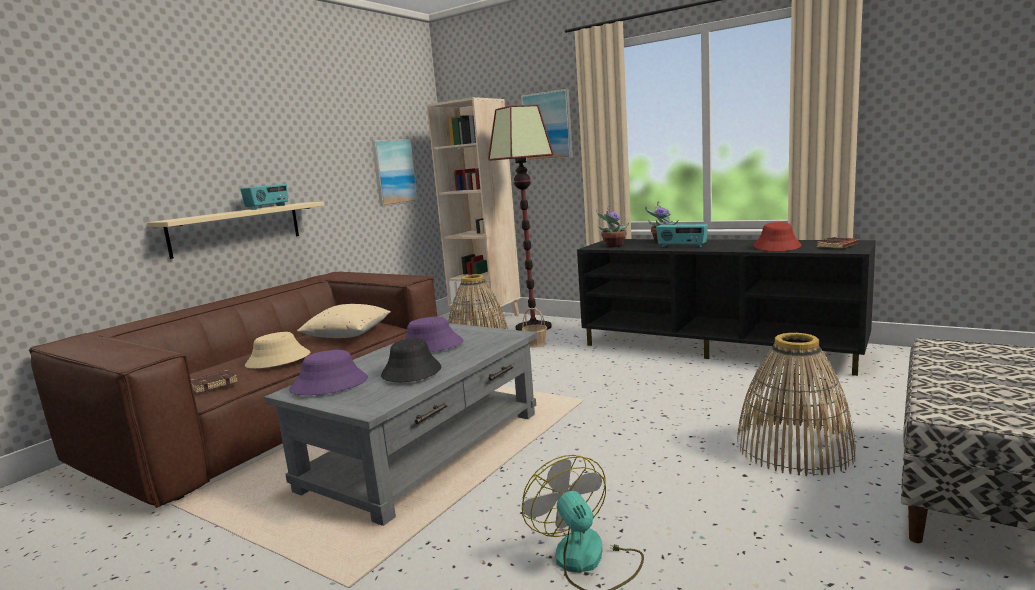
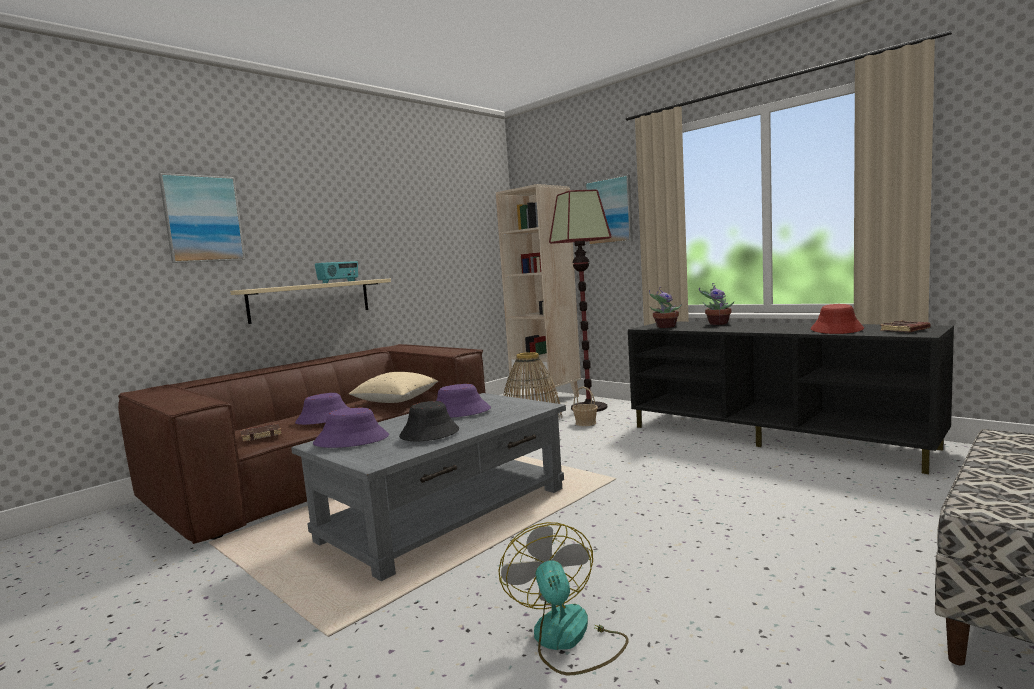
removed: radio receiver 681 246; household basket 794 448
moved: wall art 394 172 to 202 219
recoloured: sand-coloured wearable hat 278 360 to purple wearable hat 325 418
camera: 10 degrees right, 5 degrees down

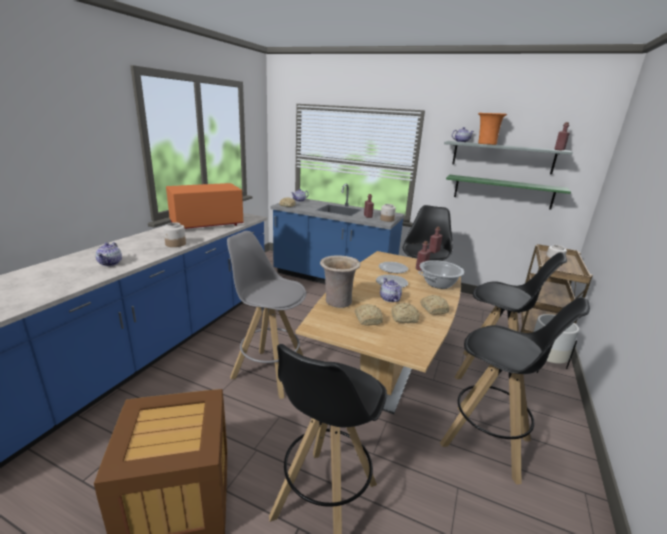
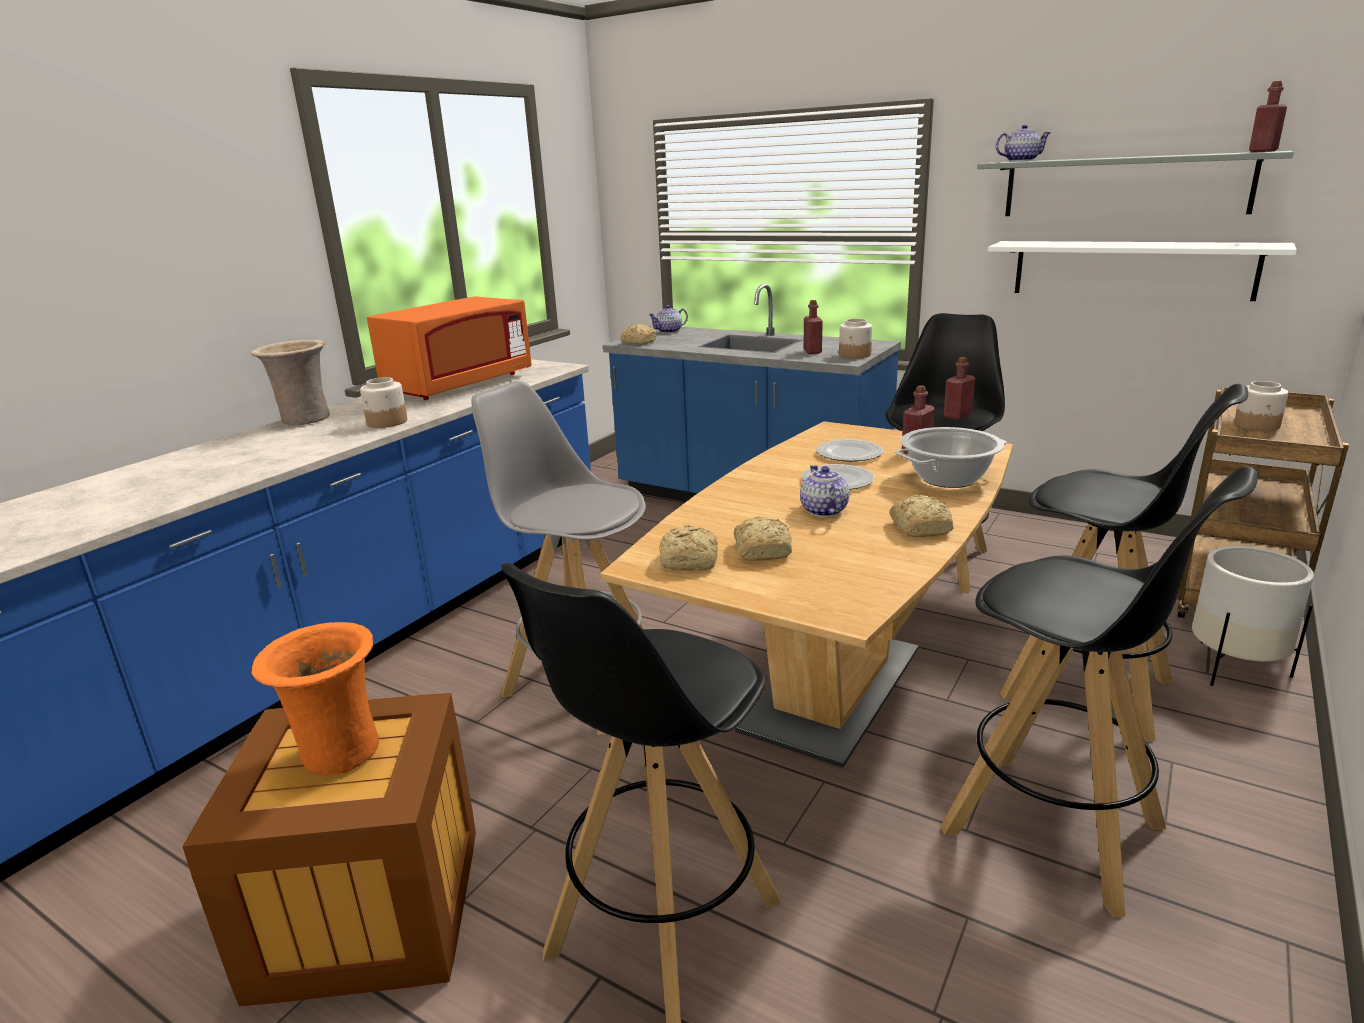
removed: pot for tea 110 263
moved: sand-coloured vase 337 302 to 303 420; orange-coloured vase 486 144 to 337 753; baked bread 405 318 to 691 561
recoloured: greenish bracket shelf 502 191 to white bracket shelf 1131 269
turned: orange-coloured microwave oven 207 224 = 459 385 150 degrees clockwise
camera: 10 degrees right, 0 degrees up

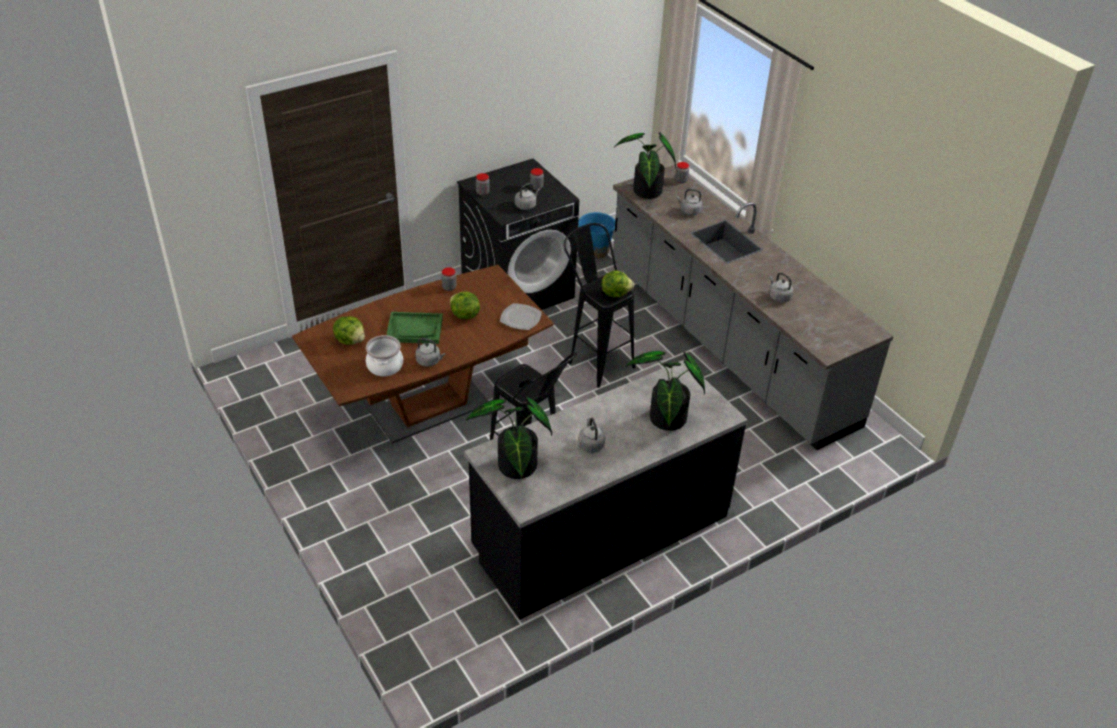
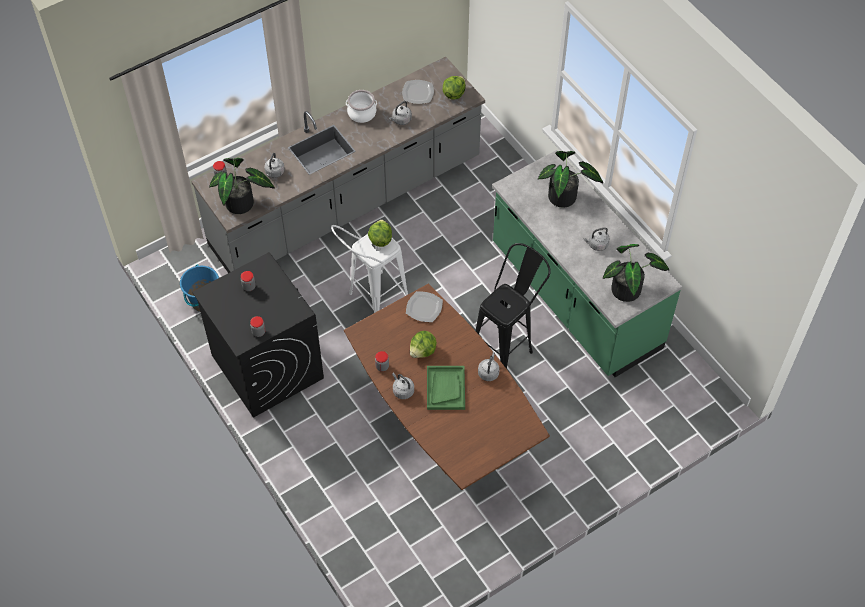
added: dinner plate 417 93
moved: stockpot 385 366 to 362 113; gray kettle 526 205 to 402 390; head of lettuce 350 340 to 454 94
recoloured: blackish stool seat 595 360 to white stool seat 372 301; blackish kitchen base unit 600 533 to greenish kitchen base unit 574 297
camera: 90 degrees left, 15 degrees up

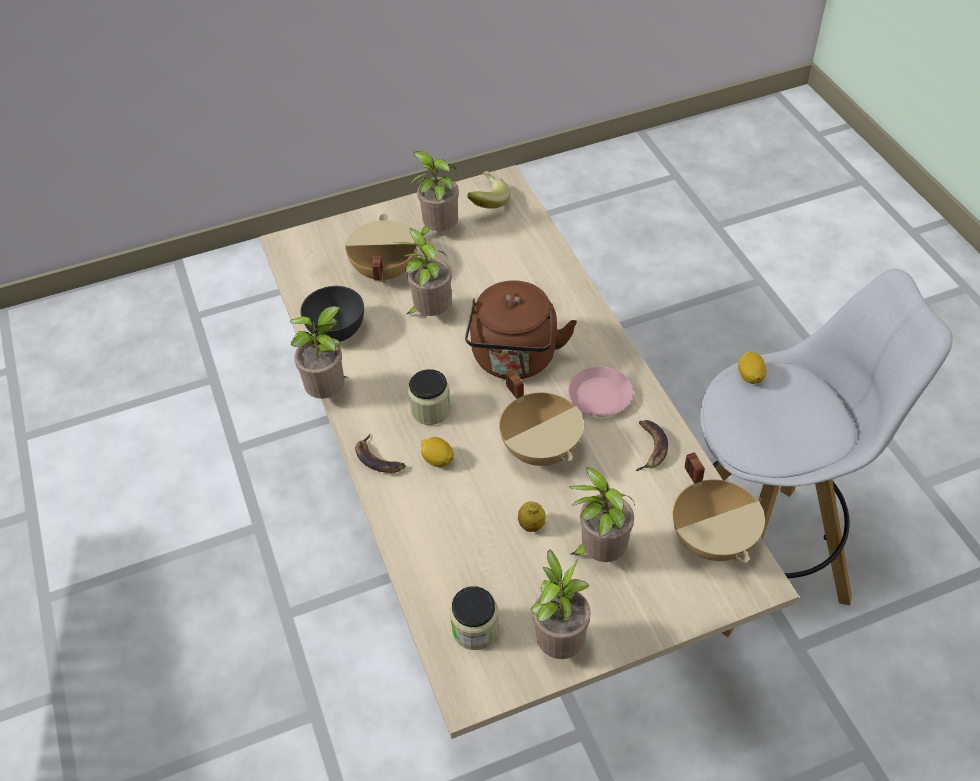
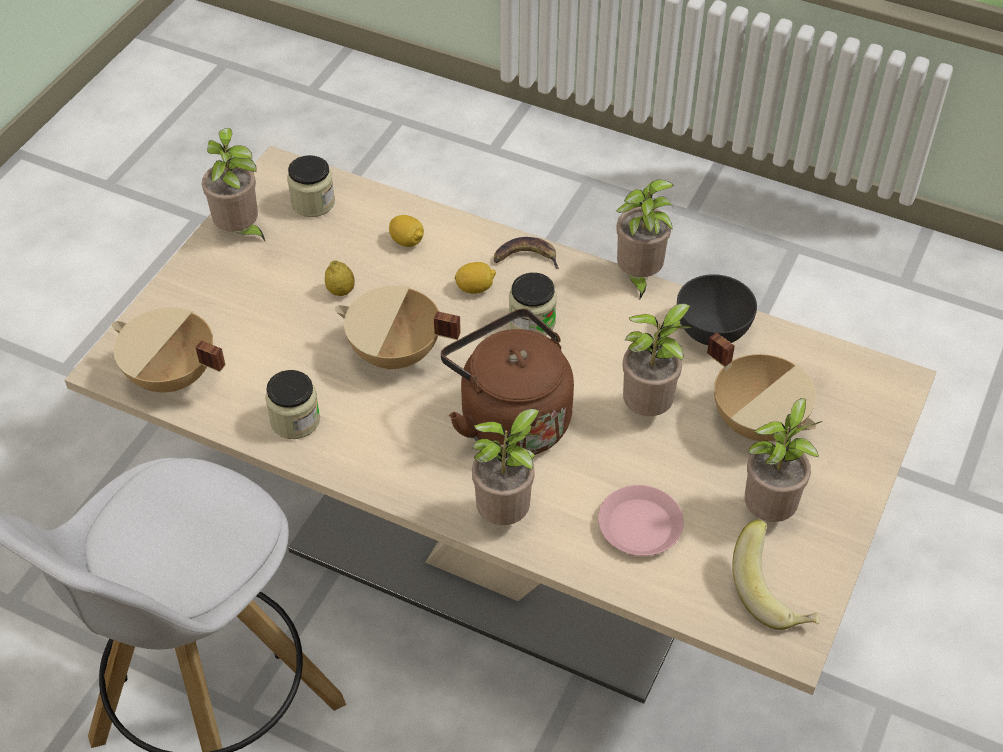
moved: citrus fruit 750 376 to 407 241; potted plant 600 553 to 506 514; pink dinner plate 600 396 to 639 525
replaced: whole banana 650 447 to jar 295 420
camera: 135 degrees right, 0 degrees up

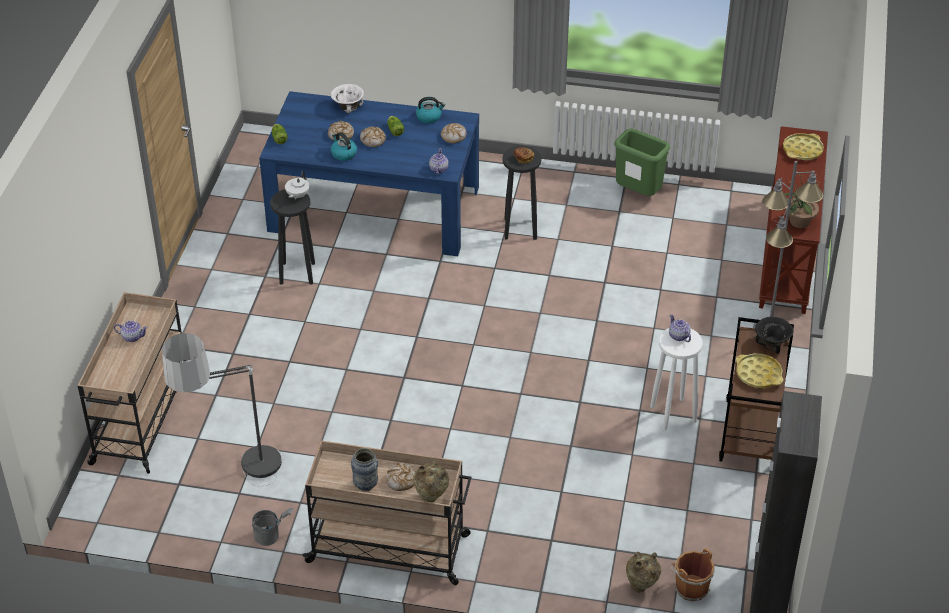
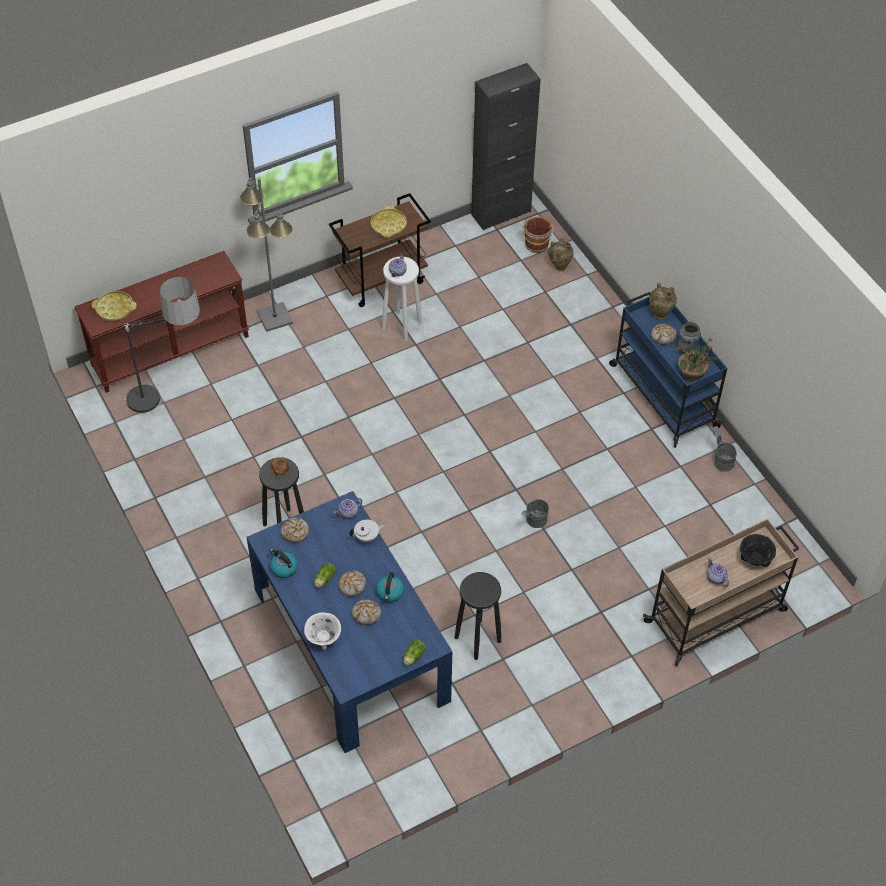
removed: greenish trash can 638 194
added: gray bucket 534 522
moved: standing lamp 236 482 to 170 402; white pot for tea 297 195 to 367 537; potted plant 799 222 to 692 374; blackish bowl 772 344 to 755 558
recoloured: sand-coloured trolley 390 549 to blue trolley 662 395
camera: 130 degrees left, 10 degrees up

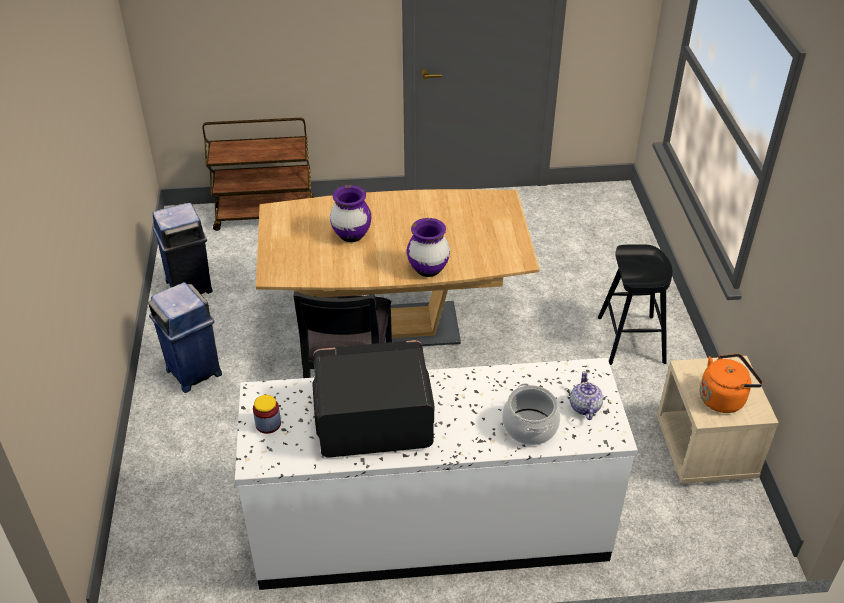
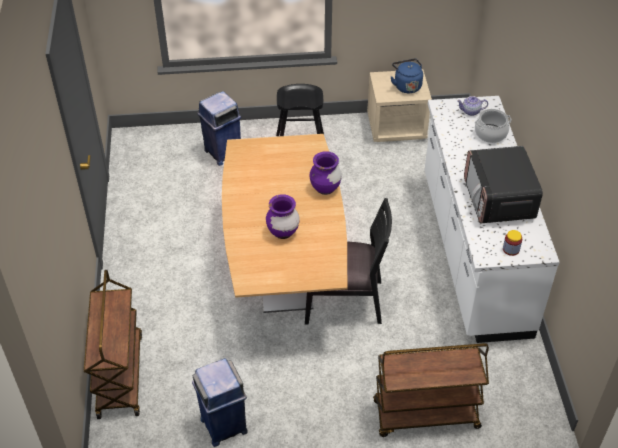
added: brownish trolley 425 415
moved: blue trash can 193 371 to 222 152
recoloured: orange-coloured kettle 724 398 to blue kettle 406 85
camera: 90 degrees left, 5 degrees up

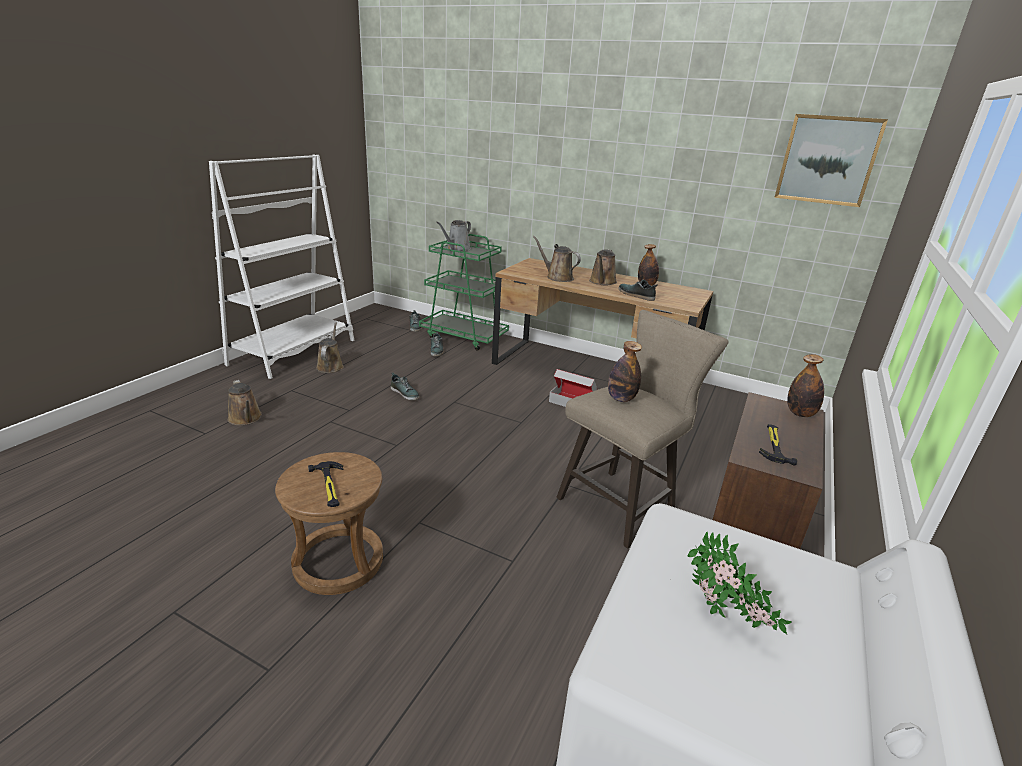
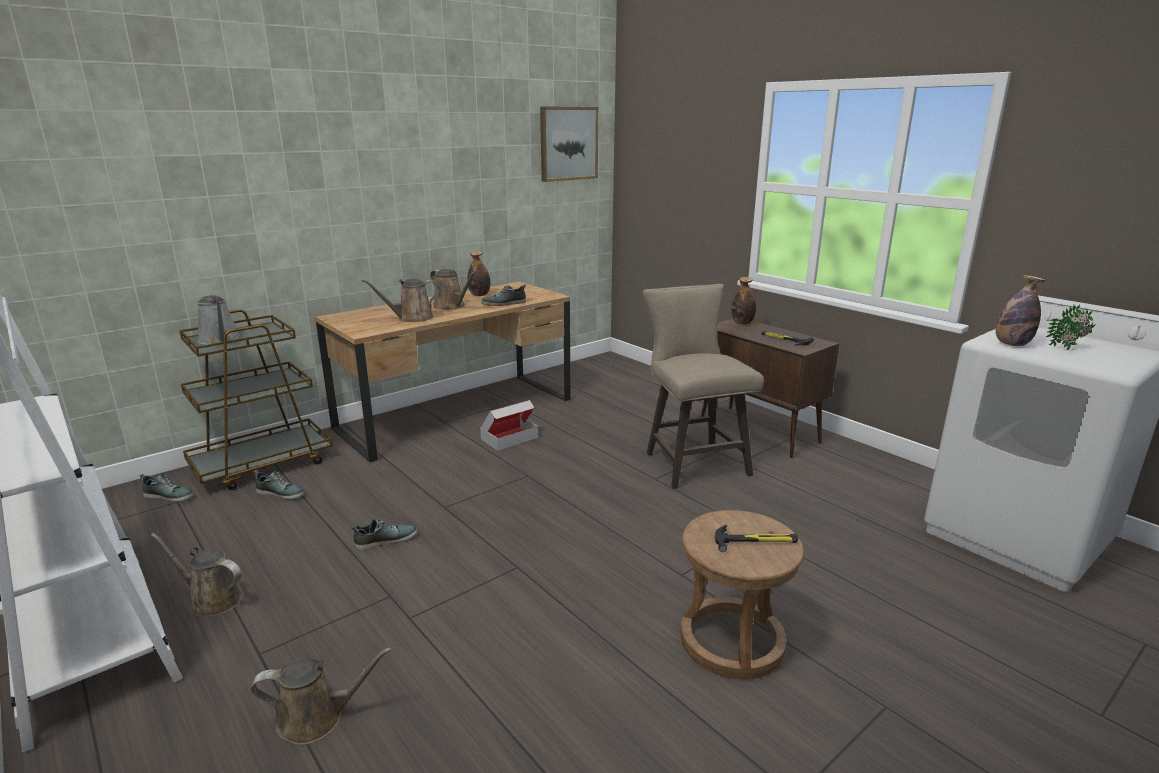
moved: beverage bottle 621 399 to 1012 344
recoloured: greenish trolley 464 336 to brownish trolley 263 464
camera: 65 degrees left, 5 degrees down

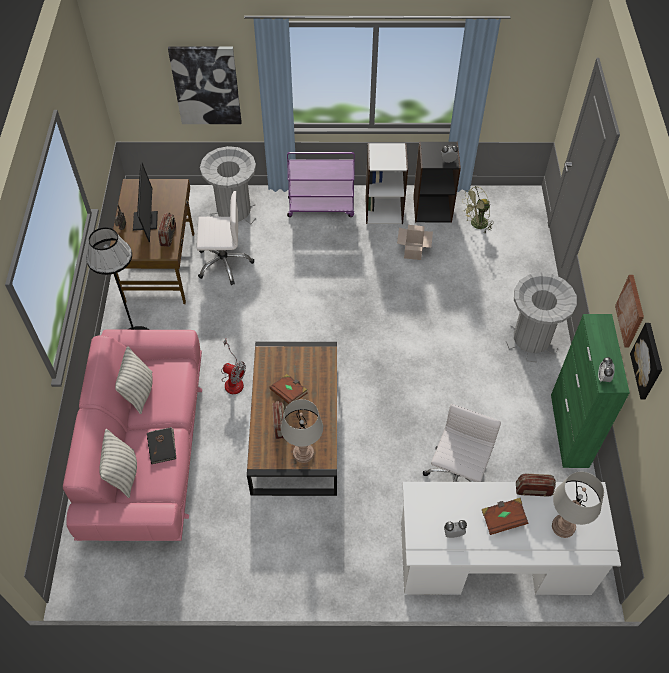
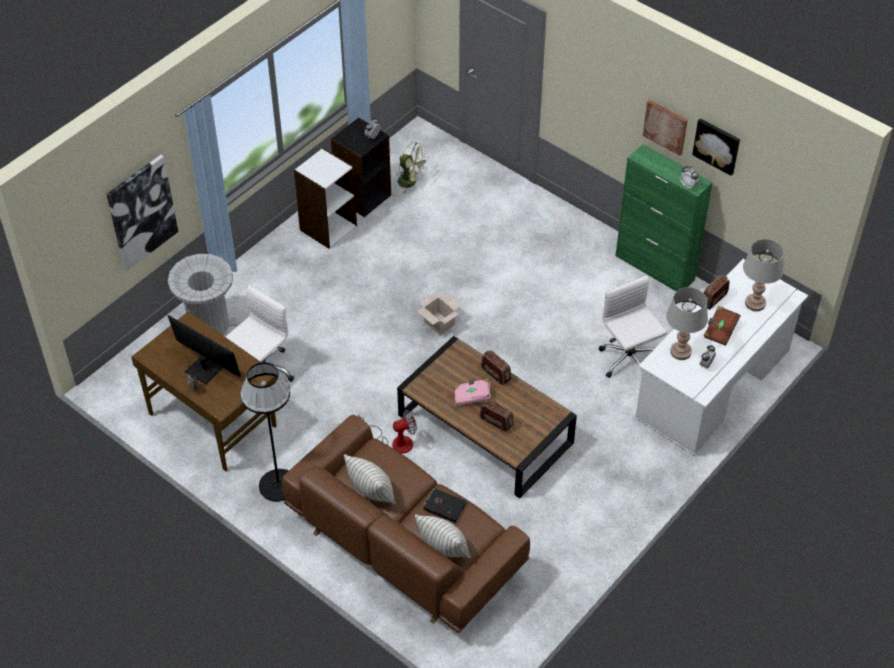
removed: purple trolley 321 207; gray trash can 531 340
moved: carton 413 251 to 440 324; radio receiver 168 236 to 496 374; gray table lamp 303 453 to 680 352
recoloured: pink couch 146 449 to brownish couch 404 543; brownish bound book 289 393 to pink bound book 472 396
turned: greenish fan 476 225 = 411 182 75 degrees counterclockwise
camera: 50 degrees left, 5 degrees down

